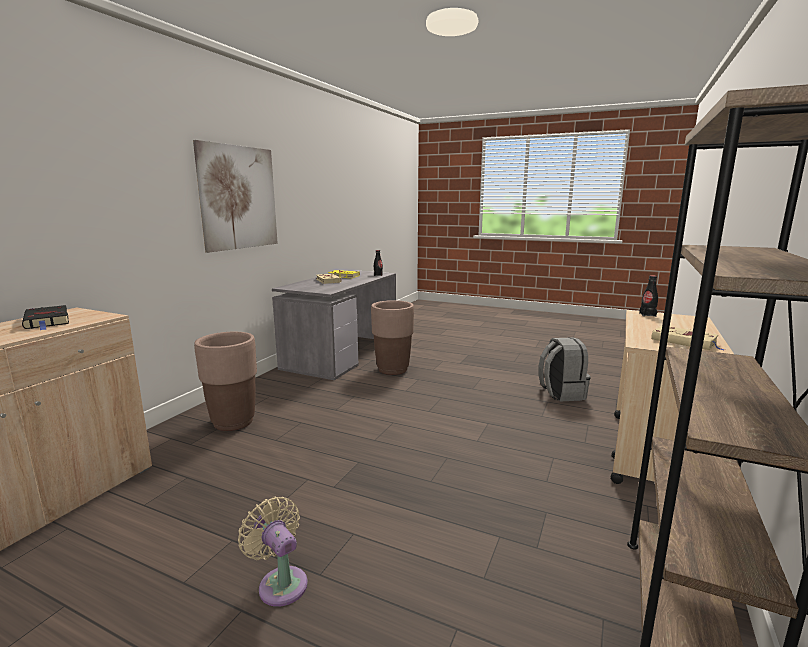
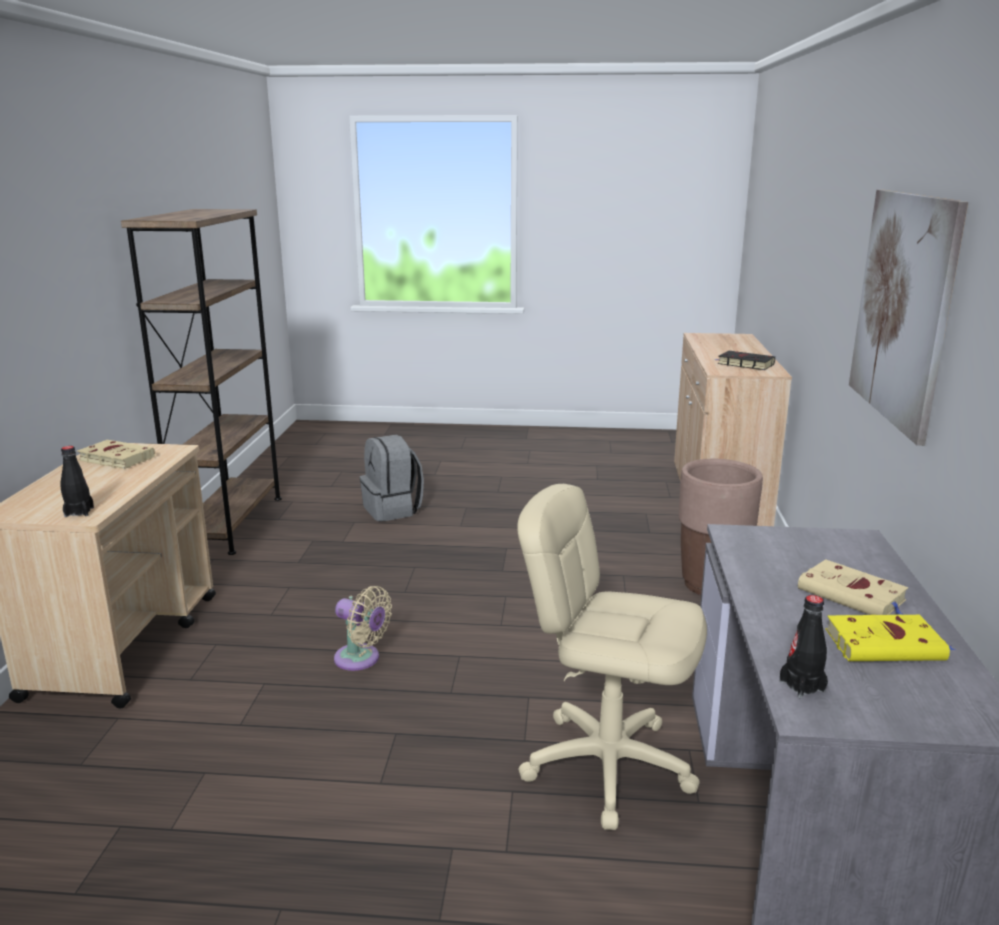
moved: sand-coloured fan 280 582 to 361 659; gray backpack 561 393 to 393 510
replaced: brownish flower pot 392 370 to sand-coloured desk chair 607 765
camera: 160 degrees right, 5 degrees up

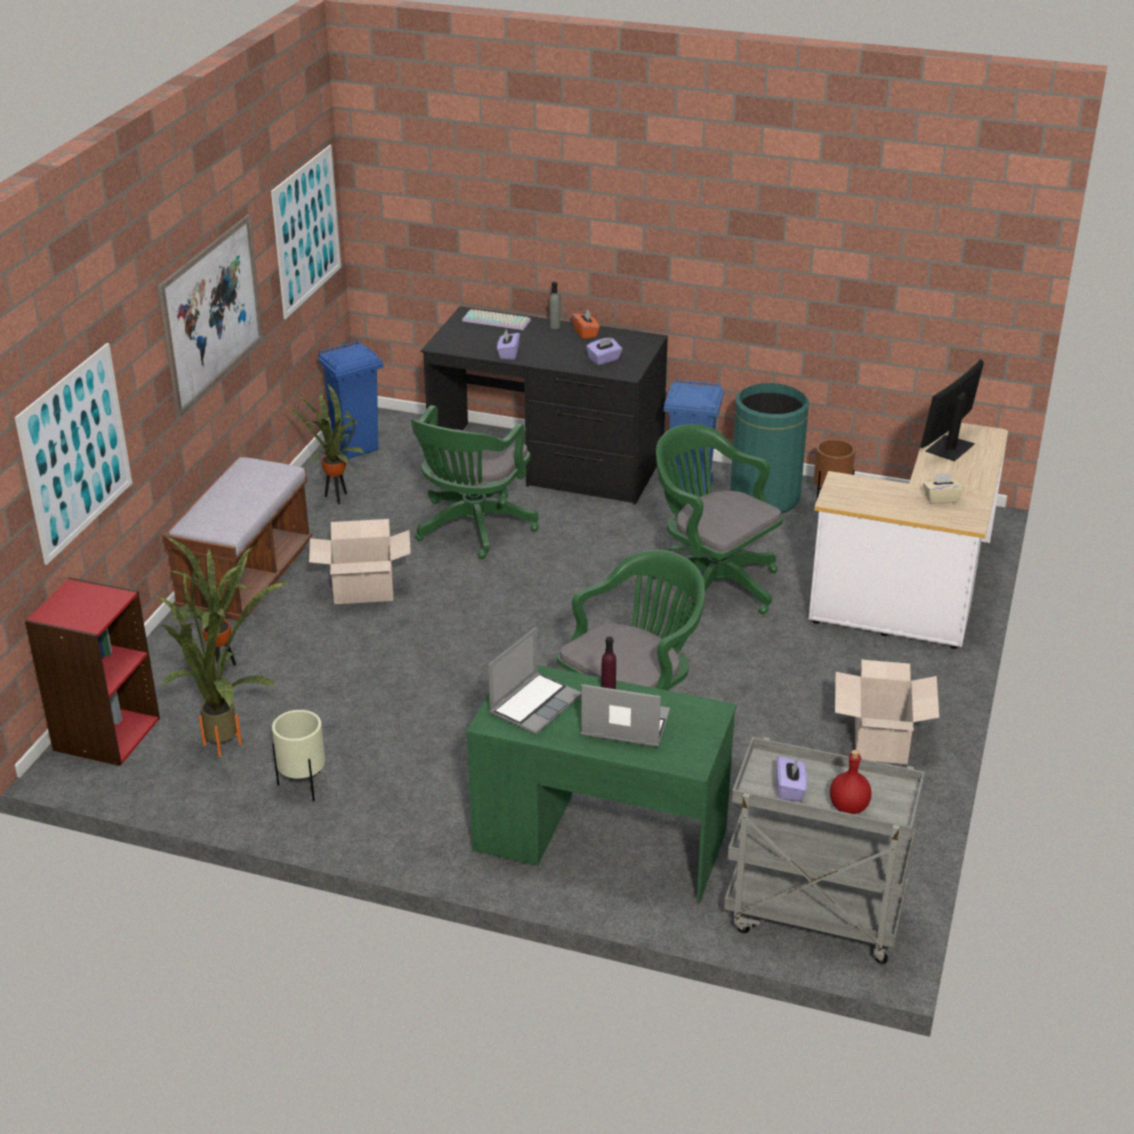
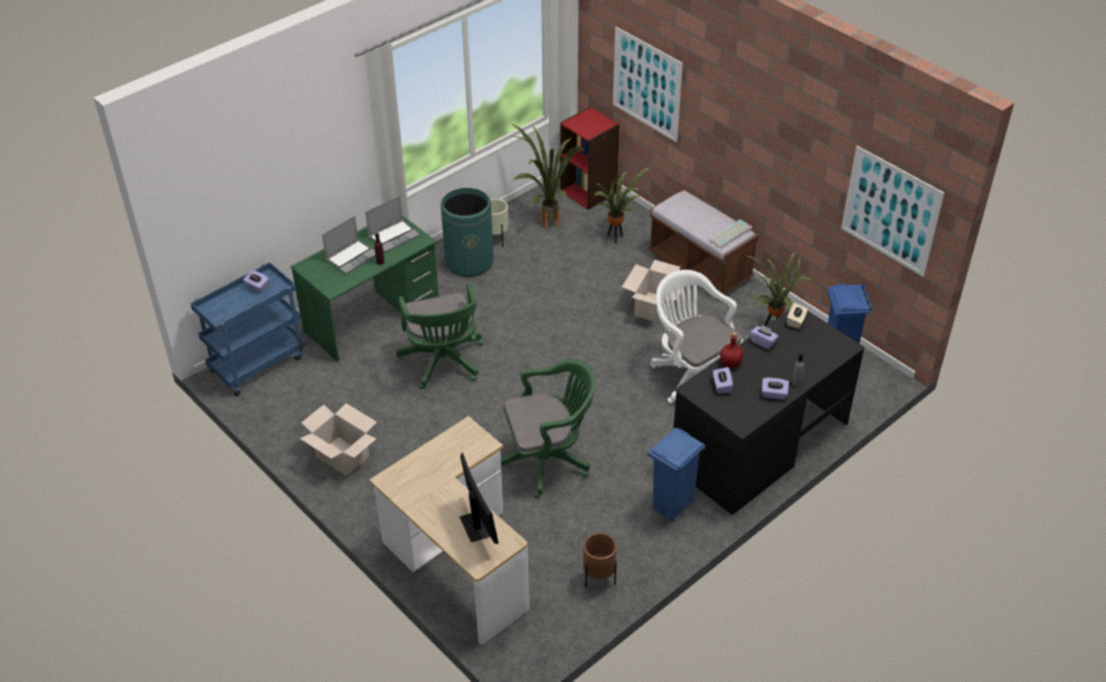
removed: wall art 212 313
moved: greenish trash can 764 497 to 469 262; PC keyboard 497 320 to 730 235; reddish beverage bottle 847 807 to 731 362; sand-coloured tissue holder 941 499 to 796 321
recoloured: gray trolley 812 918 to blue trolley 258 363; greenish desk chair 472 529 to white desk chair 692 375; orange-coloured tissue holder 585 333 to purple tissue holder 774 394
turned: portable computer 535 704 = 394 236 105 degrees counterclockwise
camera: 120 degrees right, 10 degrees up

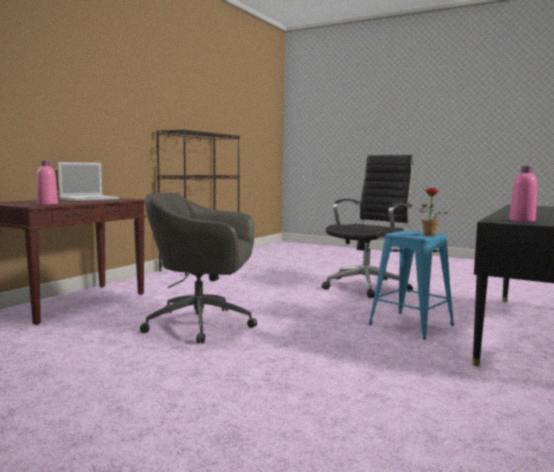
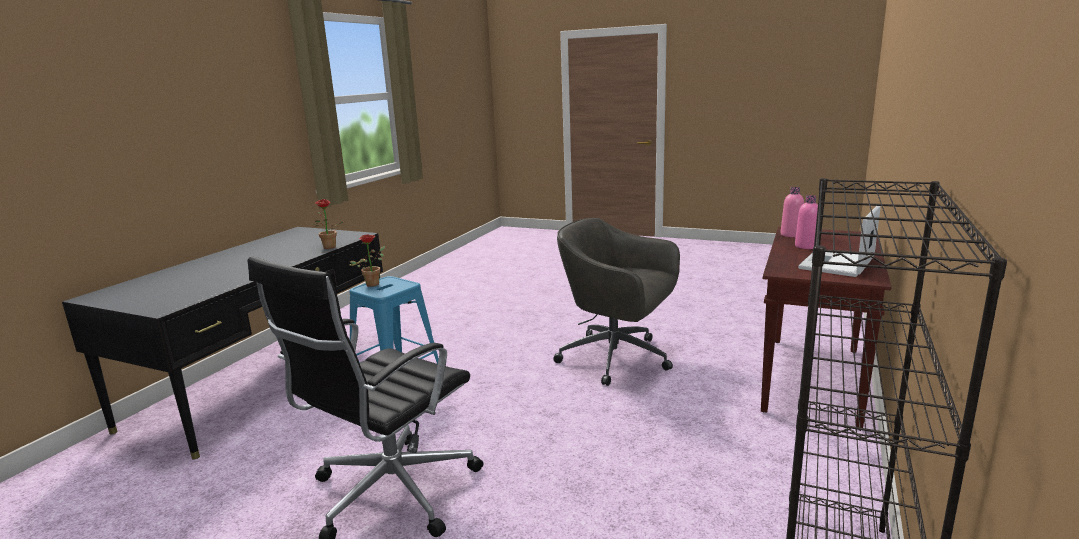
added: potted plant 329 248
moved: pink beverage bottle 522 221 to 806 246
turned: gray desk chair 203 324 = 617 359 150 degrees counterclockwise
camera: 175 degrees right, 10 degrees up

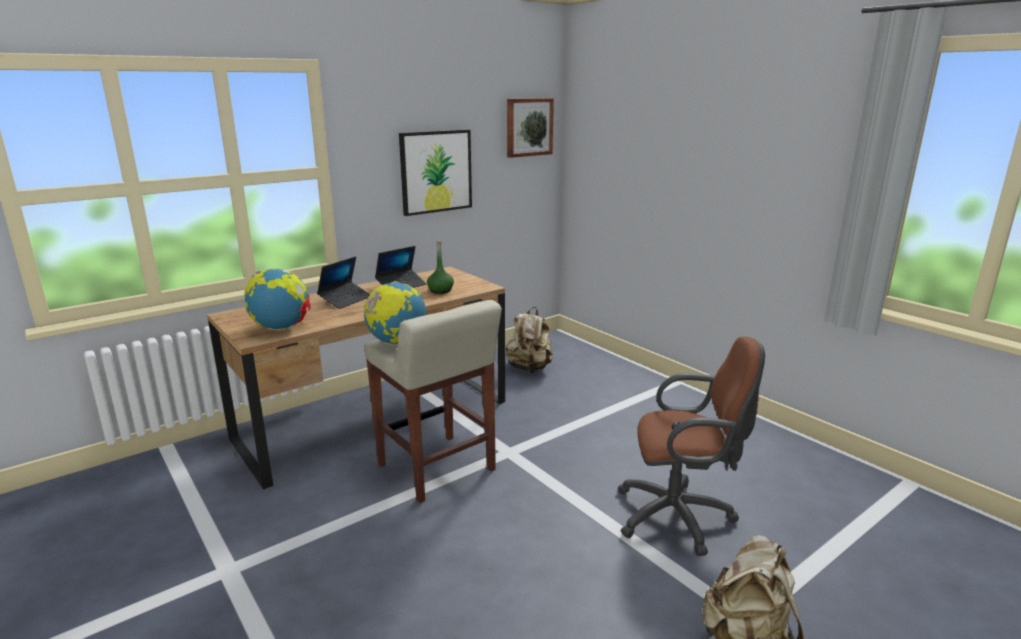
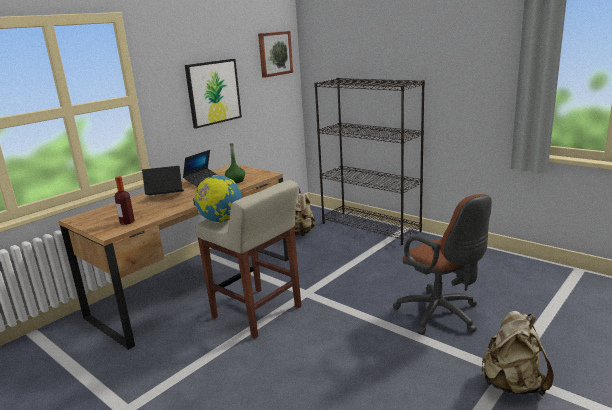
added: blackish bookcase 371 227
replaced: world globe 281 328 to beverage bottle 127 222
turned: portable computer 345 300 = 165 196 120 degrees counterclockwise; brownish desk chair 680 517 = 441 316 60 degrees clockwise
camera: 10 degrees left, 0 degrees up

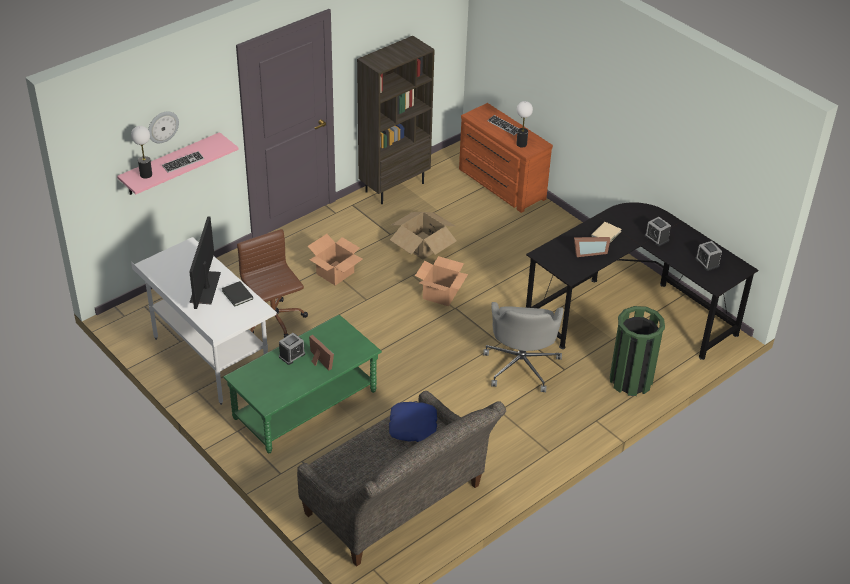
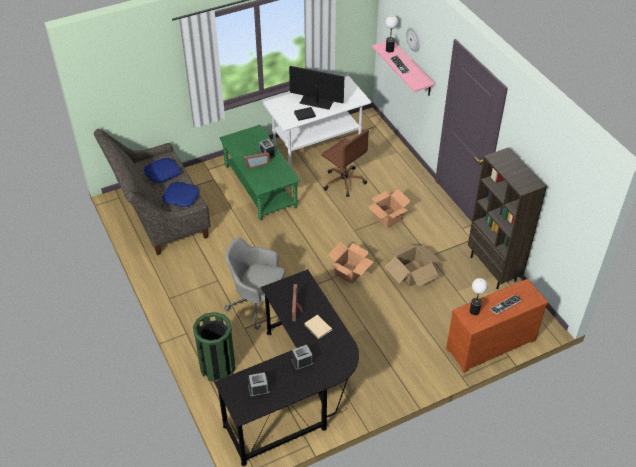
added: blue pillow 162 173
turned: brownish desk chair 274 321 = 343 181 60 degrees clockwise
camera: 105 degrees right, 5 degrees up

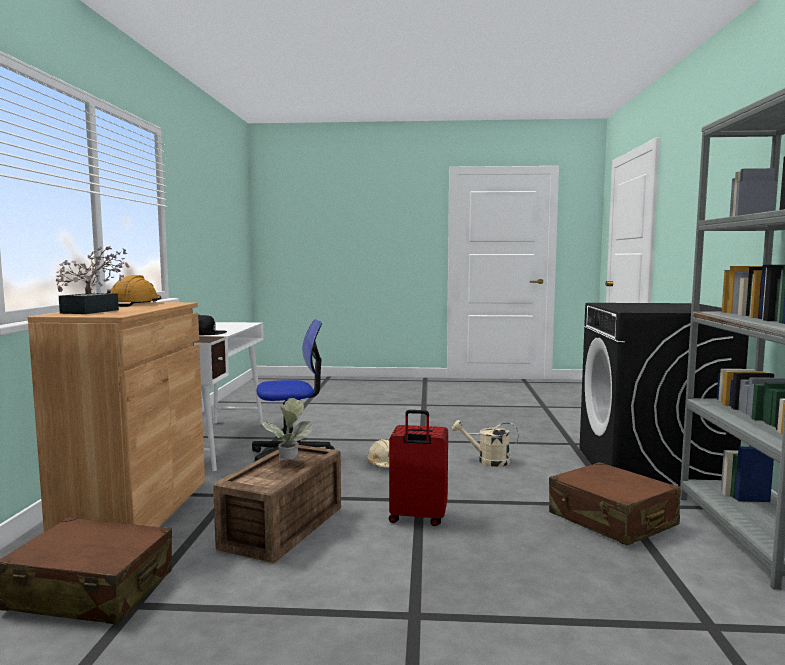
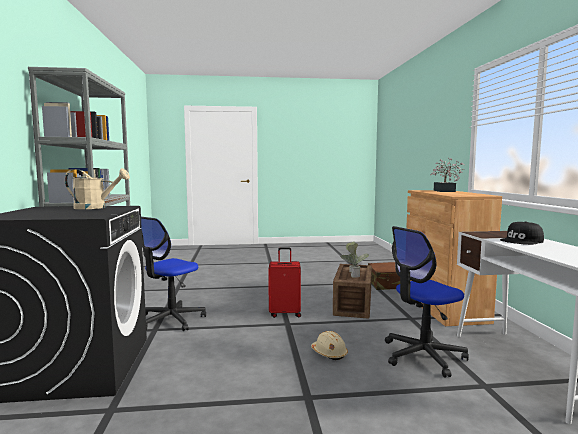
removed: orange-coloured work helmet 135 304
moved: sand-coloured watering can 487 461 to 96 207
replaced: brownish suitcase 612 520 to desk chair 171 320
camera: 170 degrees right, 0 degrees up

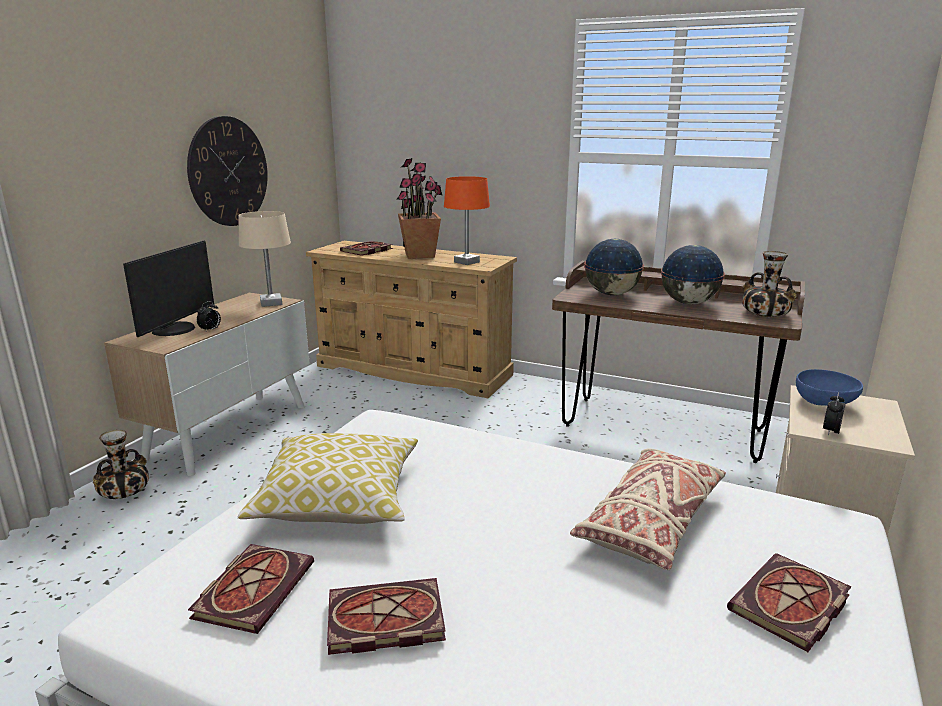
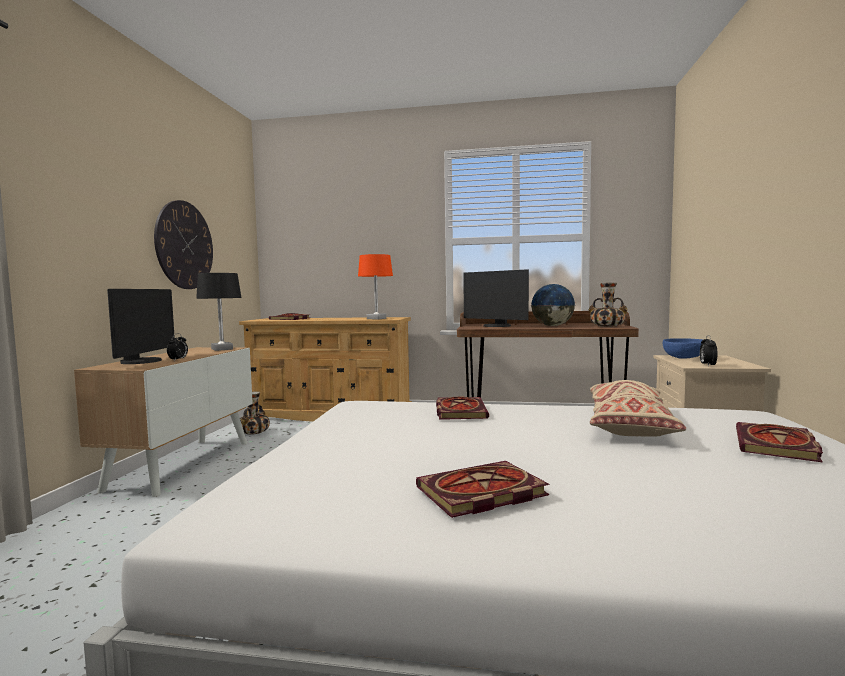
removed: pillow 339 499; potted plant 420 255
moved: vase 125 491 to 254 432; bound book 254 588 to 459 411
replaced: world globe 612 294 to computer screen 496 326
recoloured: sand-coloured table lamp 271 303 to blackish table lamp 222 349
camera: 15 degrees left, 15 degrees down

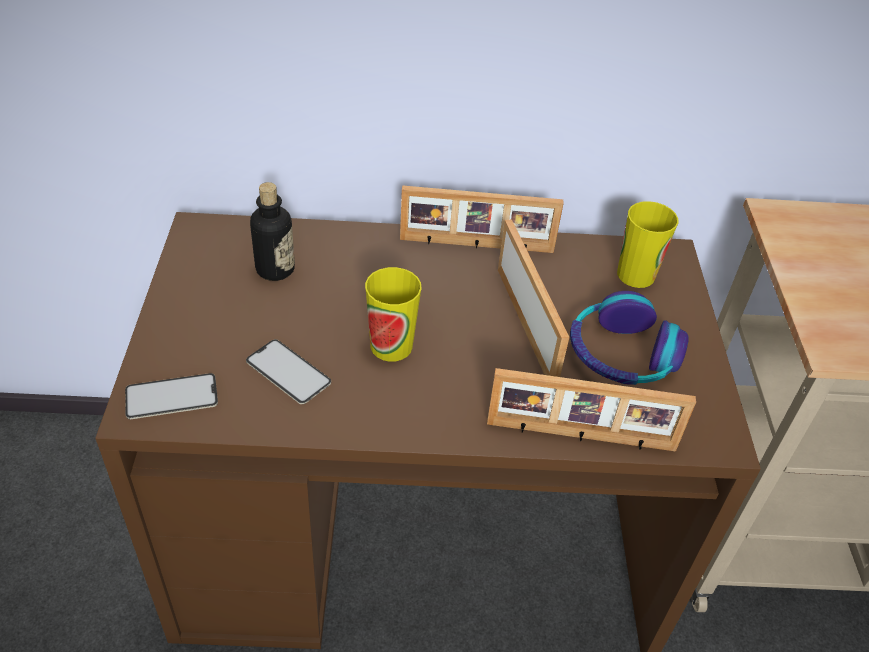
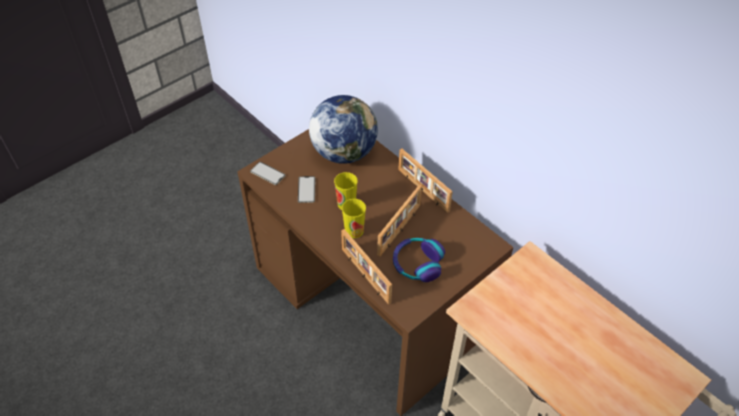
moved: small cup 636 275 to 354 230
replaced: beverage bottle 275 269 to world globe 344 152
camera: 50 degrees right, 5 degrees up

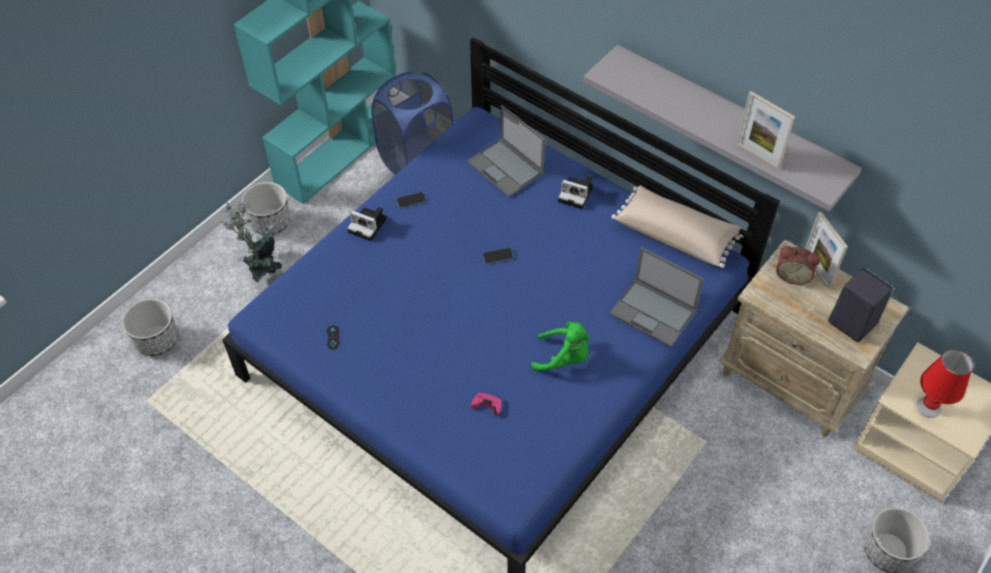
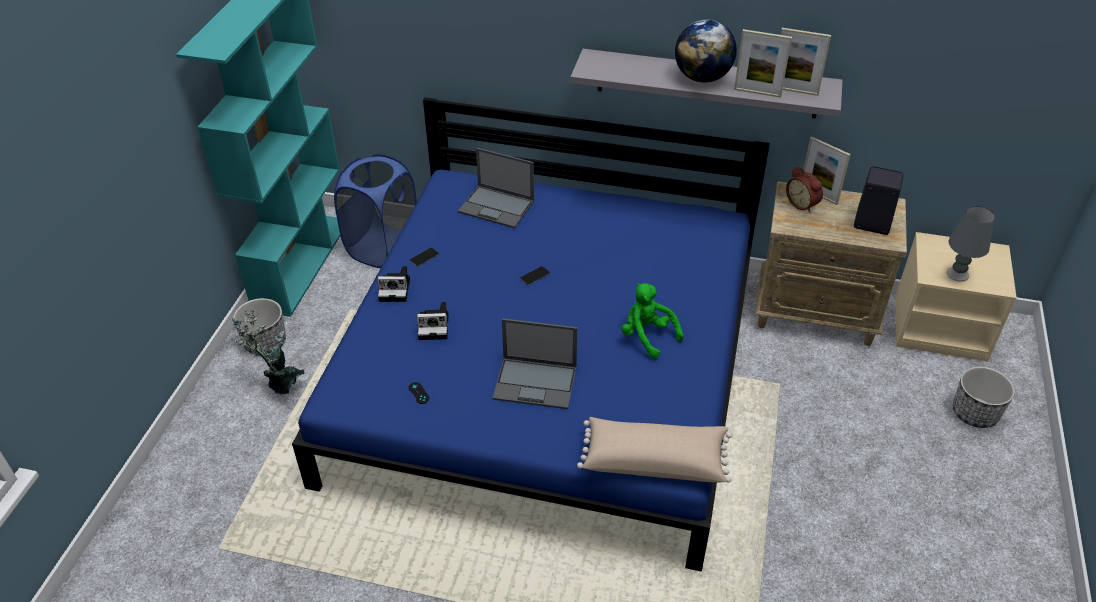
removed: flower pot 157 340; pink gamepad 487 405
added: world globe 702 78; standing frame 794 91
moved: still camera 577 194 to 435 326; portable computer 654 313 to 536 383; sand-coloured pillow 676 234 to 654 460
recoloured: reddish table lamp 928 407 to gray table lamp 957 274
turned: greenish soft toy 564 358 = 647 336 120 degrees counterclockwise; table clock 793 275 = 803 204 60 degrees clockwise
camera: 25 degrees left, 10 degrees down

